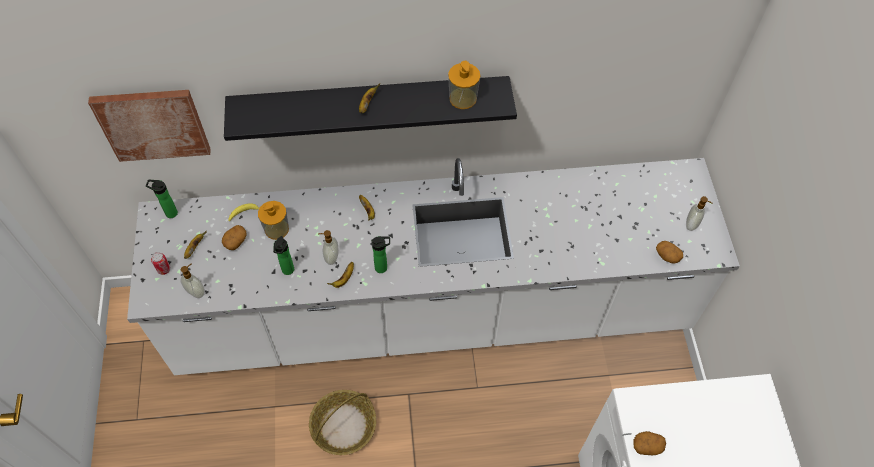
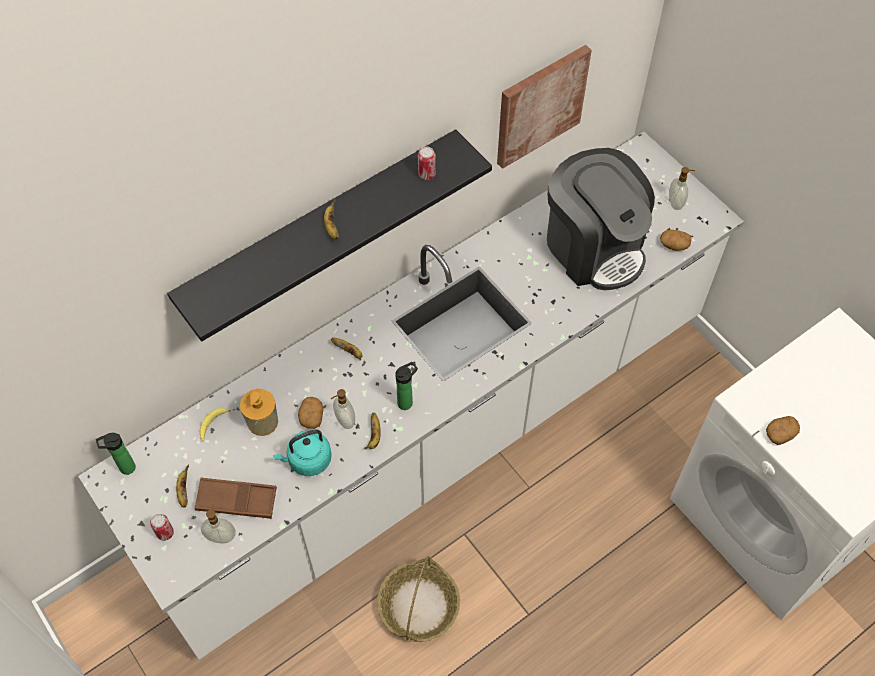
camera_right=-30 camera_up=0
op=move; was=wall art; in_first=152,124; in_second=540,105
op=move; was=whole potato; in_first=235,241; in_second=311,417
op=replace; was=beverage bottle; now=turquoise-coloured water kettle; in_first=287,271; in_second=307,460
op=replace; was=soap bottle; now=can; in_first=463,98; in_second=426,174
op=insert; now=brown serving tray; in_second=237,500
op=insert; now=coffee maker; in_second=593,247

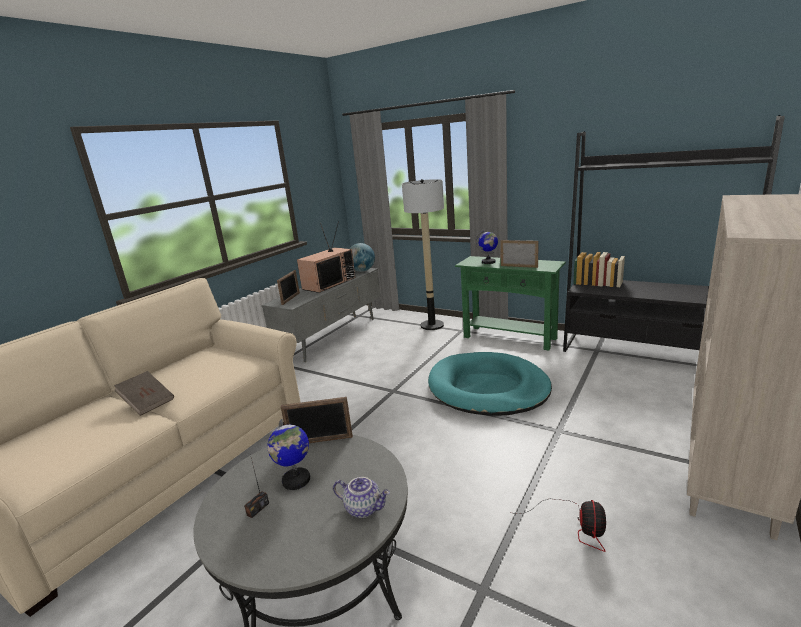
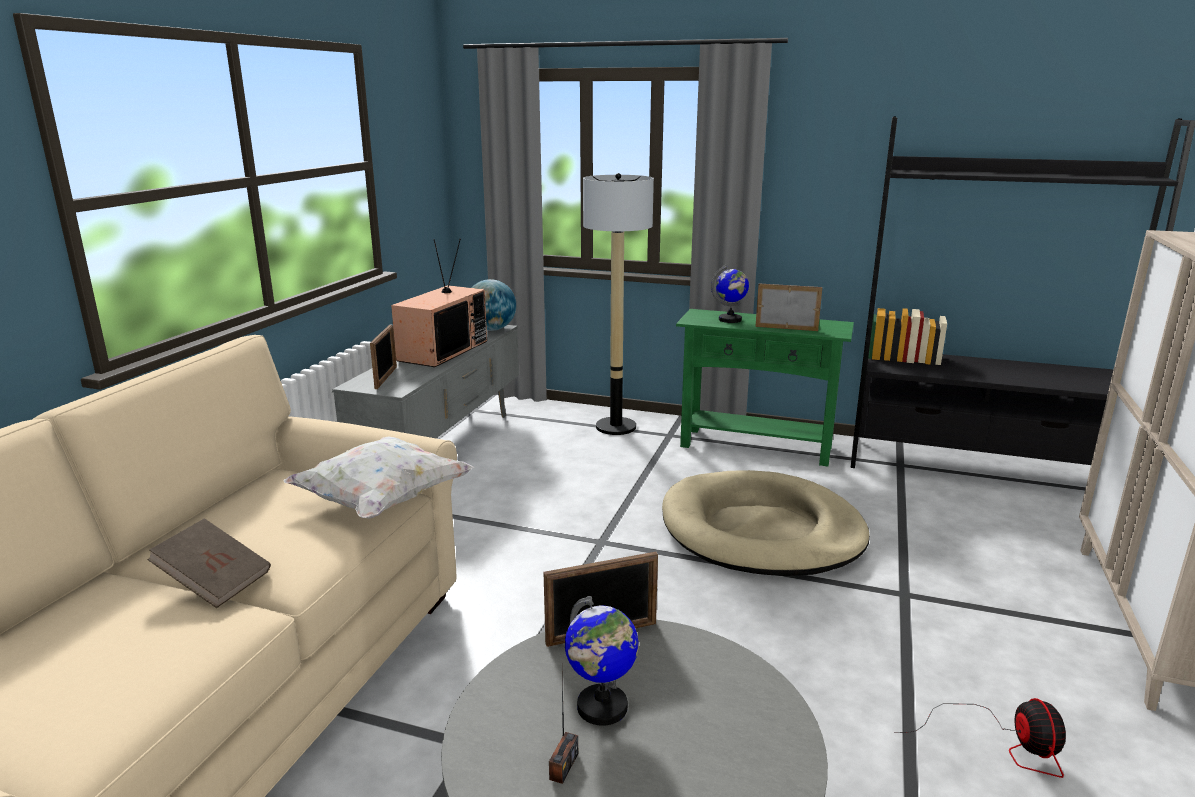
camera_right=-15 camera_up=0
op=delete; was=teapot; in_first=364,508
op=recolor; was=turquoise-coloured dog cushion; now=beige-coloured dog cushion; in_first=488,388; in_second=761,531
op=insert; now=white-coloured pillow; in_second=382,502

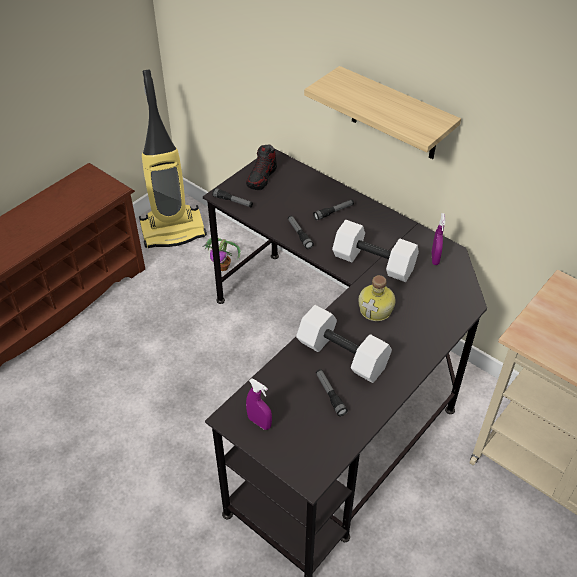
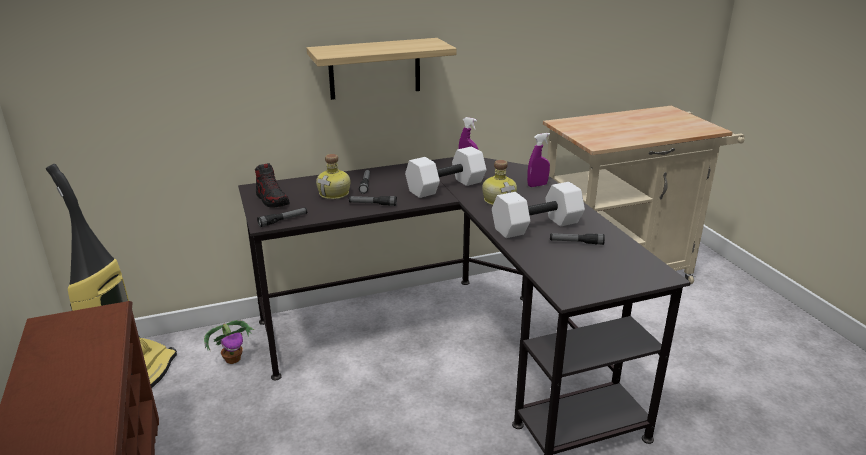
camera_right=-60 camera_up=-20
op=move; was=purple-coloured sprayer; in_first=259,422; in_second=537,185
op=insert; now=beverage bottle; in_second=335,194

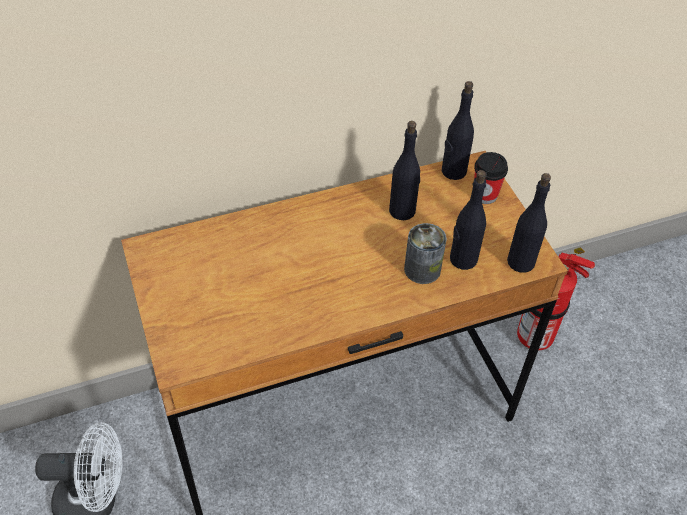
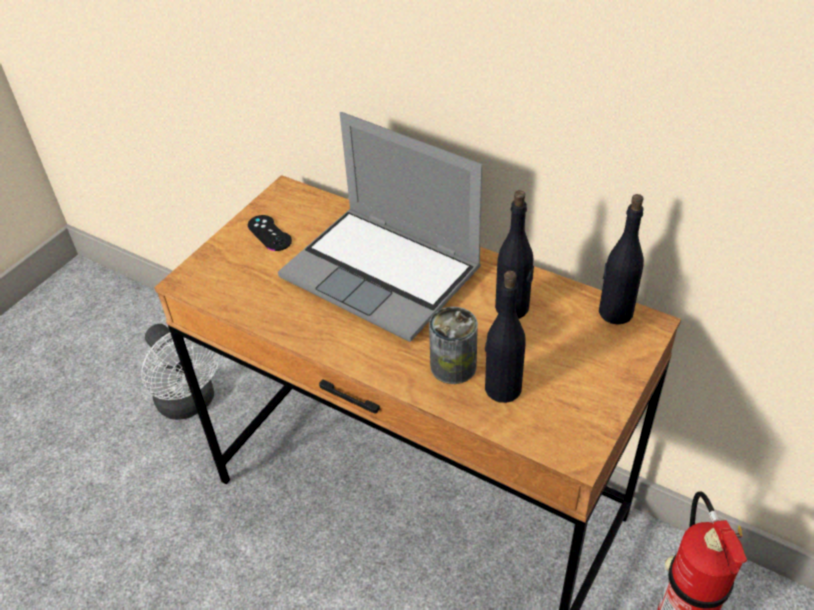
camera_right=55 camera_up=-5
op=delete; was=drinking cup; in_first=485,195
op=delete; was=blackish beverage bottle; in_first=521,261
op=insert; now=blackish joypad; in_second=269,233
op=insert; now=portable computer; in_second=384,274

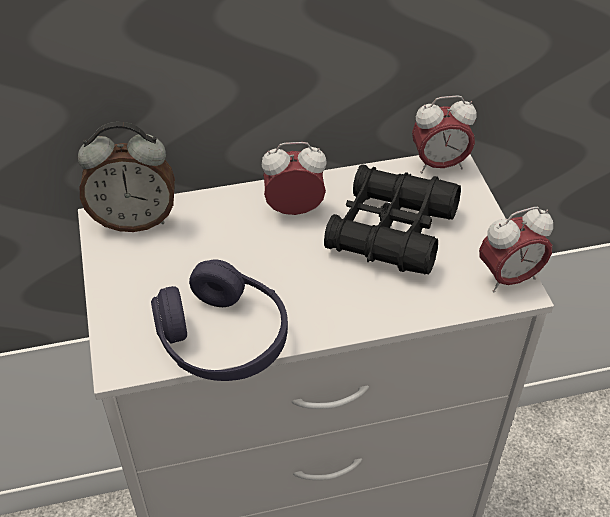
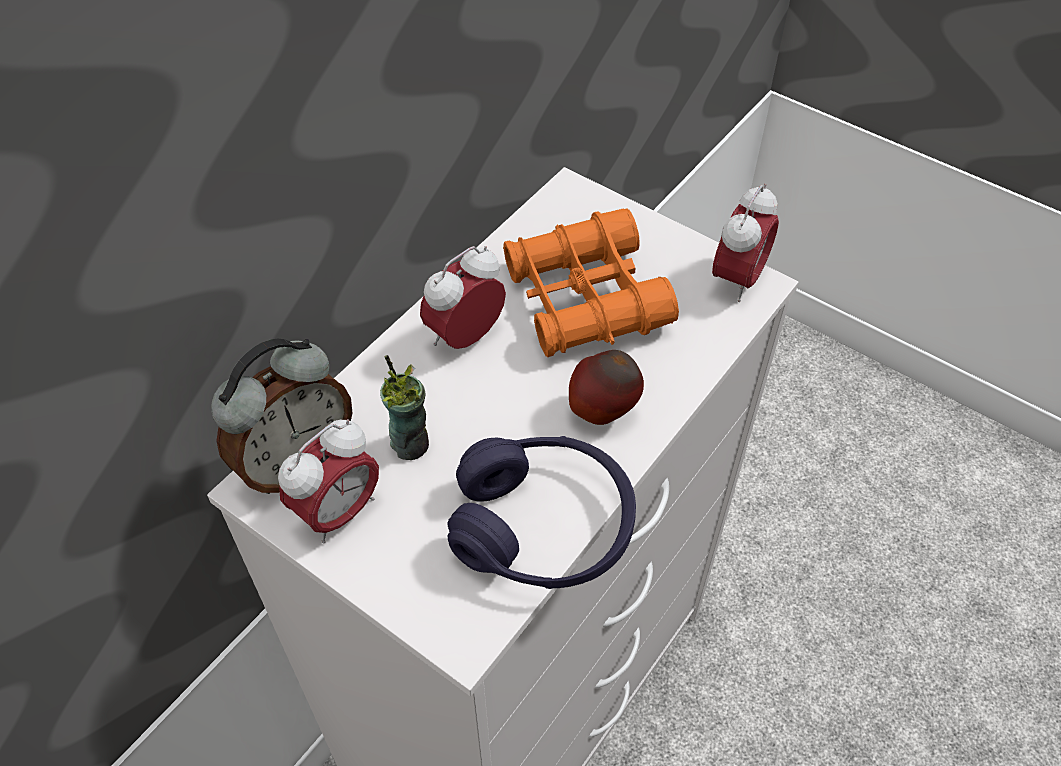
camera_right=-40 camera_up=5
op=recolor; was=blackish field glasses; now=orange-coloured field glasses; in_first=391,231; in_second=585,299
op=move; was=bedside clock; in_first=439,165; in_second=338,512
op=insert; now=drinking cup; in_second=410,443
op=insert; now=whole apple; in_second=603,412

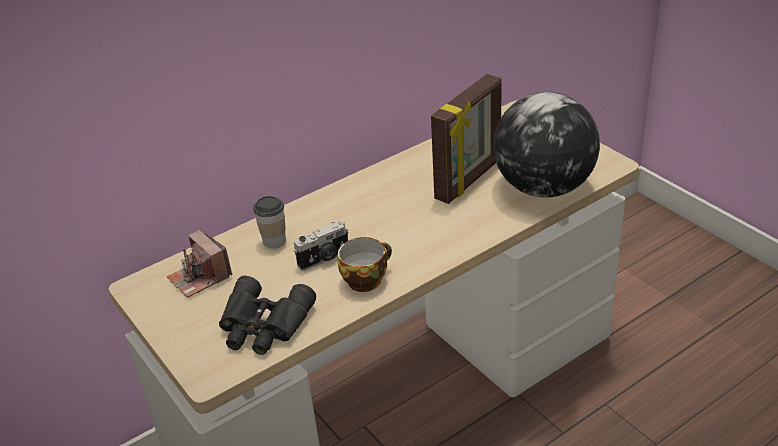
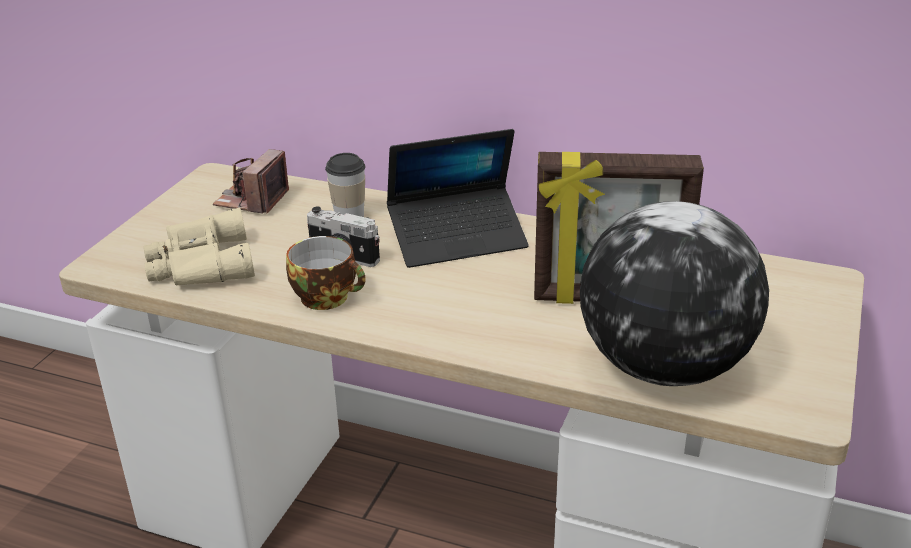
camera_right=55 camera_up=-5
op=recolor; was=blackish field glasses; now=beige-coloured field glasses; in_first=263,325; in_second=199,264
op=insert; now=portable computer; in_second=457,238

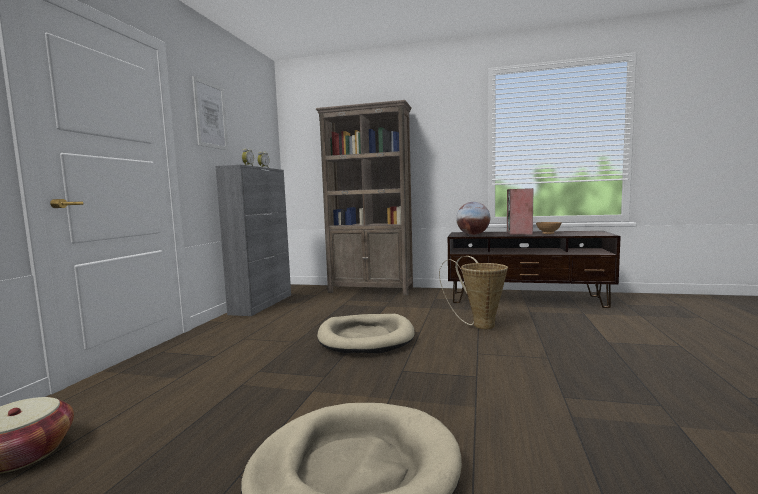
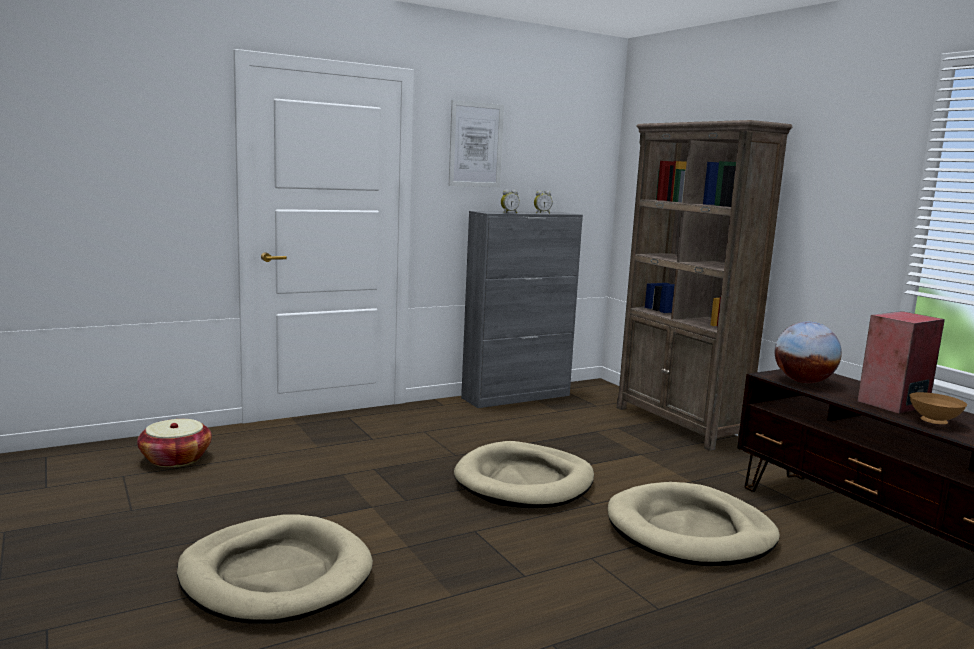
camera_right=45 camera_up=5
op=replace; was=storage basket; now=beige-coloured dog cushion; in_first=479,325; in_second=690,531

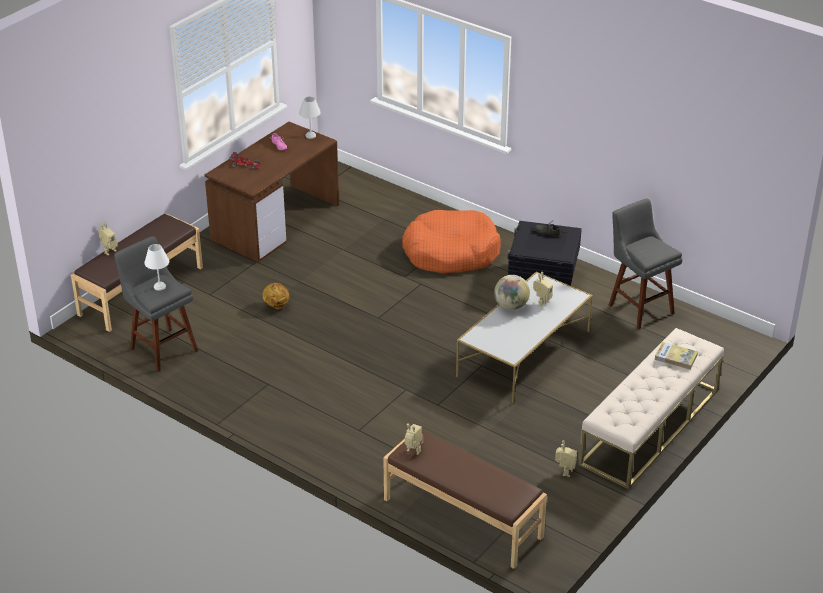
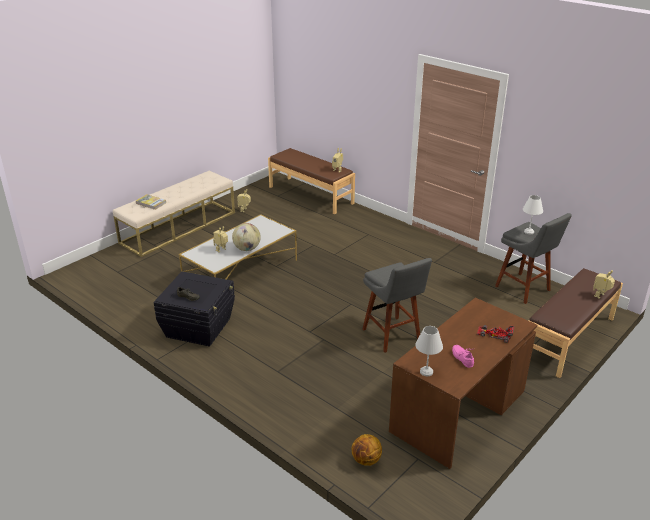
camera_right=-175 camera_up=-5
op=move; was=basketball ball; in_first=276,306; in_second=366,460
op=delete; was=orange-coloured dog cushion; in_first=450,252
op=move; was=grey sitting stool; in_first=639,307; in_second=393,336

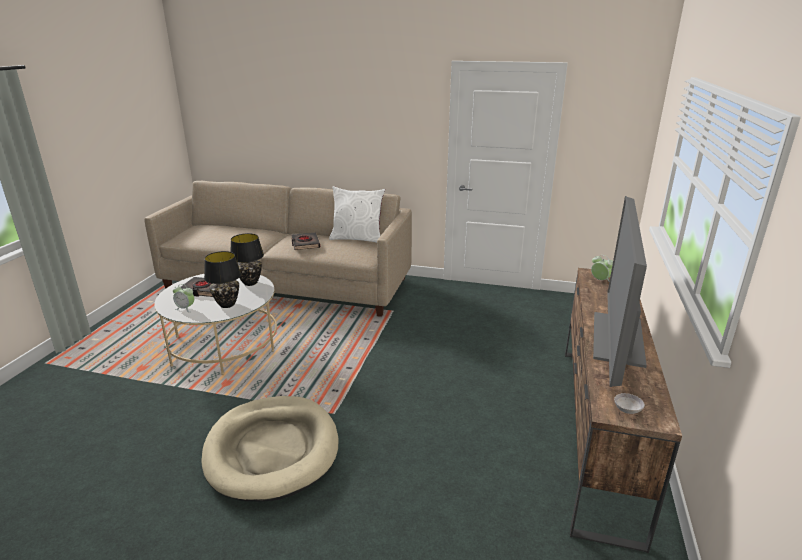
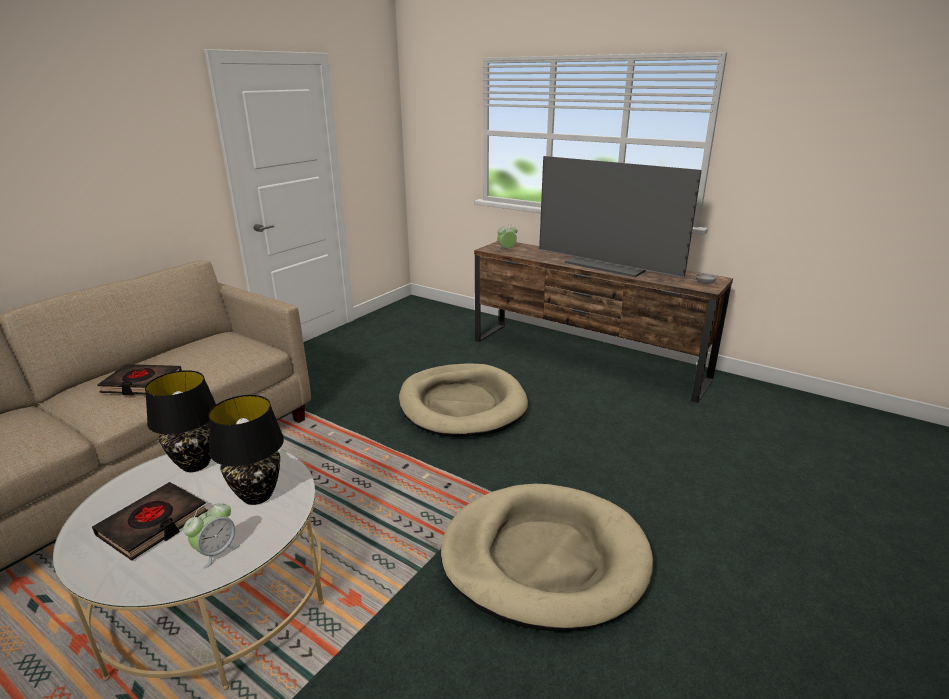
camera_right=-70 camera_up=0
op=delete; was=white-coloured pillow; in_first=357,238
op=insert; now=beige-coloured dog cushion; in_second=462,404

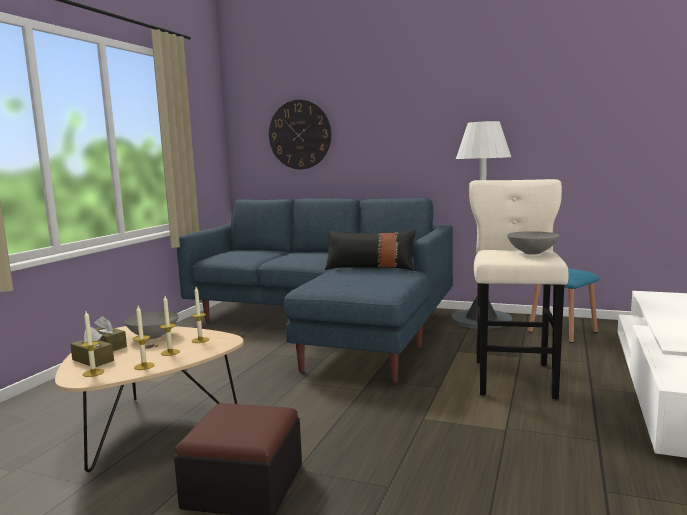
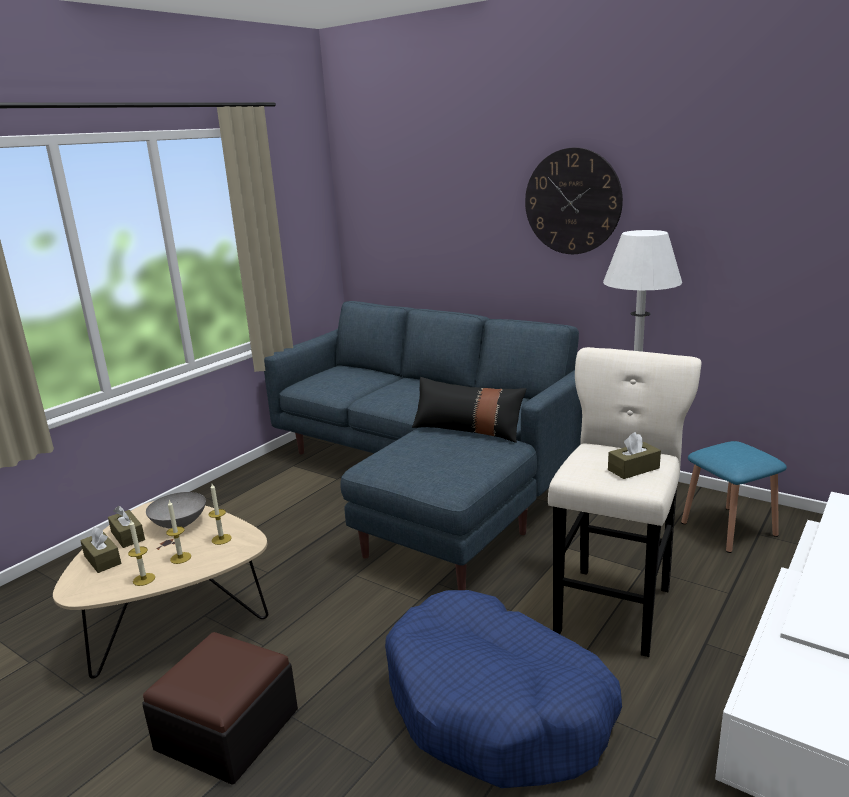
camera_right=15 camera_up=10
op=delete; was=wax light; in_first=93,373
op=move; was=clock on the wall; in_first=299,134; in_second=572,202
op=replace; was=grey bowl; now=brown box of tissues; in_first=532,253; in_second=633,469
op=insert; now=blue dog cushion; in_second=497,707

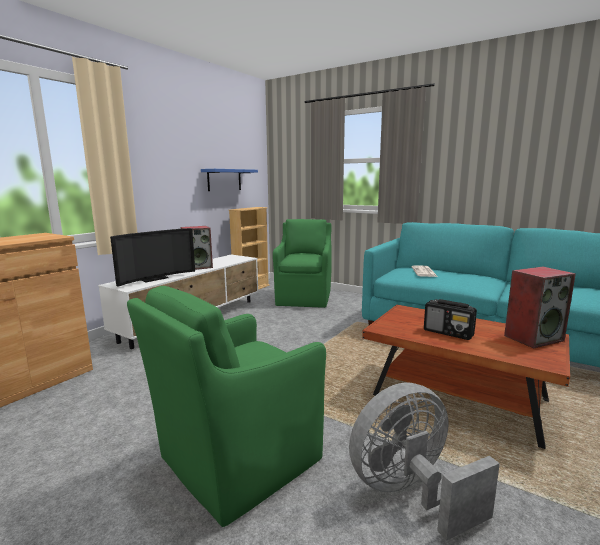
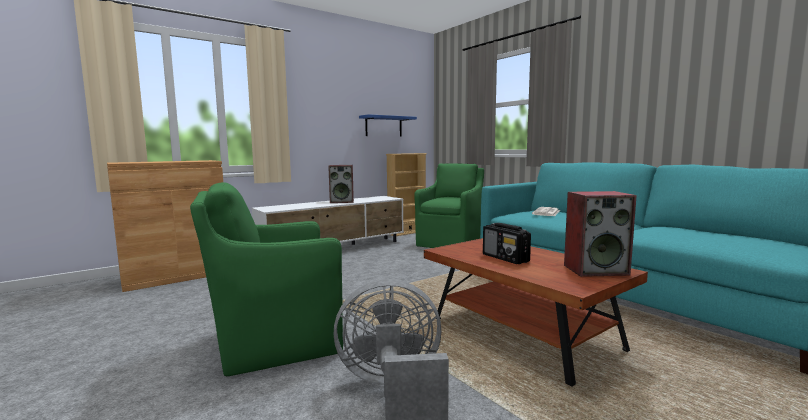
camera_right=20 camera_up=-5
op=delete; was=TV set; in_first=153,279

